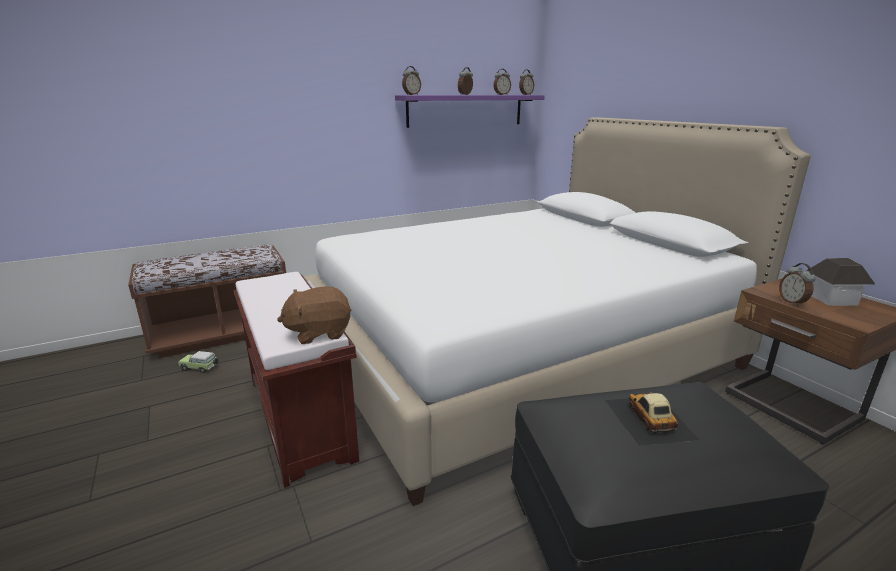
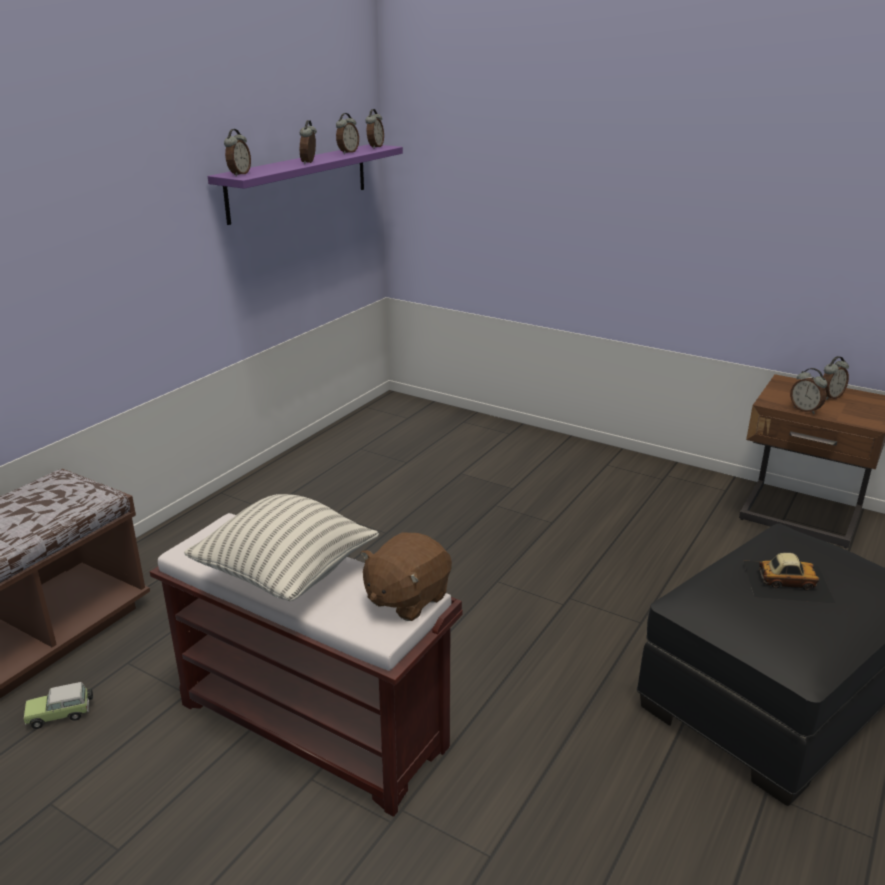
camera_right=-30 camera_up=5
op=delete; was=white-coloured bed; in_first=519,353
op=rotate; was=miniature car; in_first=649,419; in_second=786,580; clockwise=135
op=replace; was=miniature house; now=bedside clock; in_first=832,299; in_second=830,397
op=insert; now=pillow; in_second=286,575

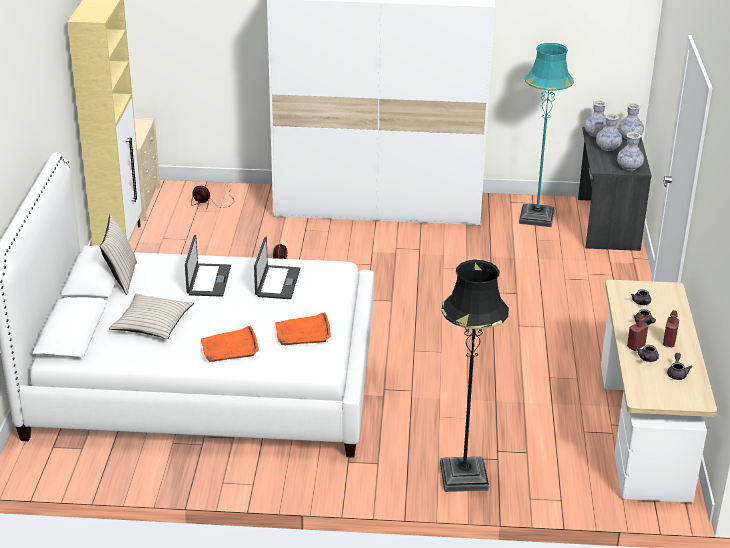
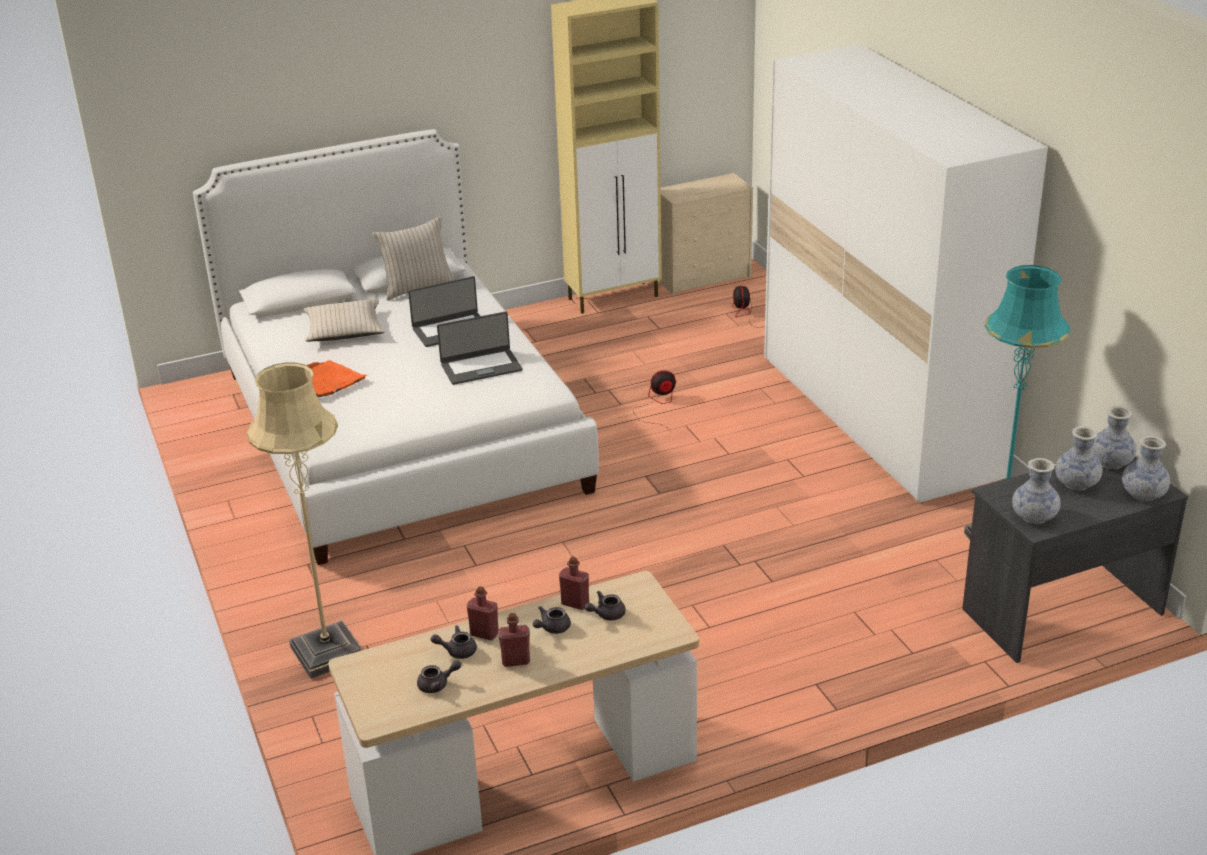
camera_right=65 camera_up=0
op=delete; was=orange-coloured serving tray; in_first=303,332
op=recolor; was=blackish standard lamp; now=beige-coloured standard lamp; in_first=463,476; in_second=327,652
op=insert; now=reddish beverage bottle; in_second=575,603

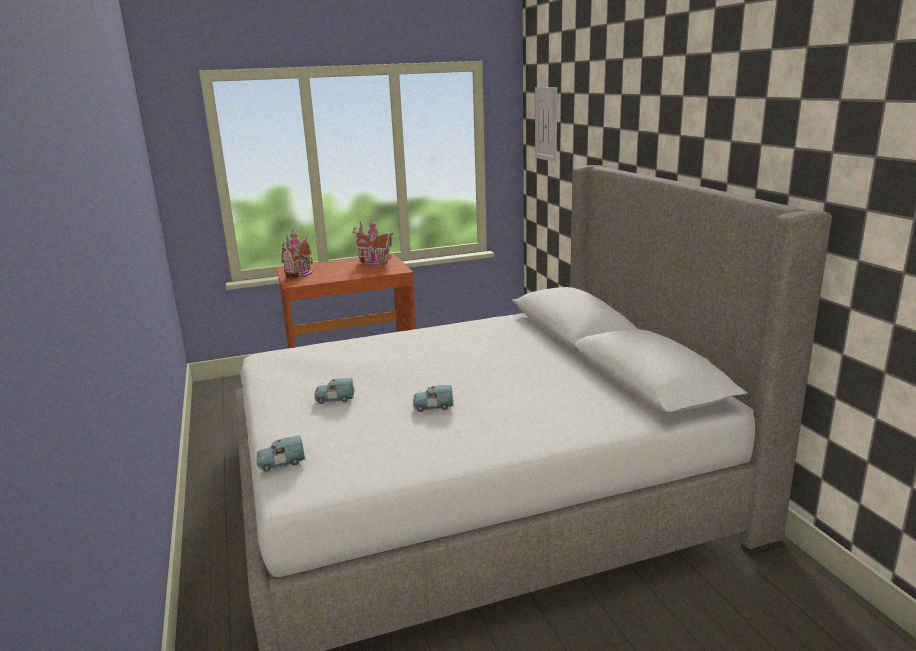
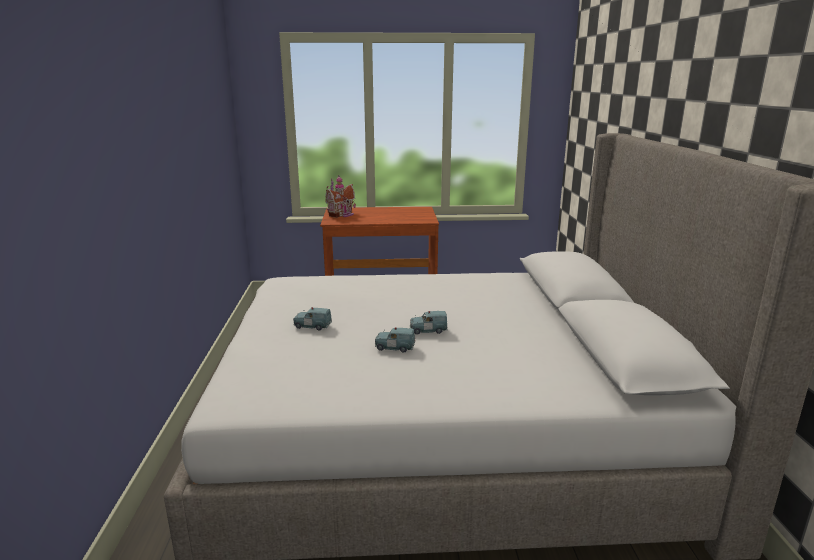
camera_right=15 camera_up=0
op=move; was=blue miniature car; in_first=281,463; in_second=428,330
op=delete; was=miniature house; in_first=374,262
op=delete; was=wall art; in_first=546,124

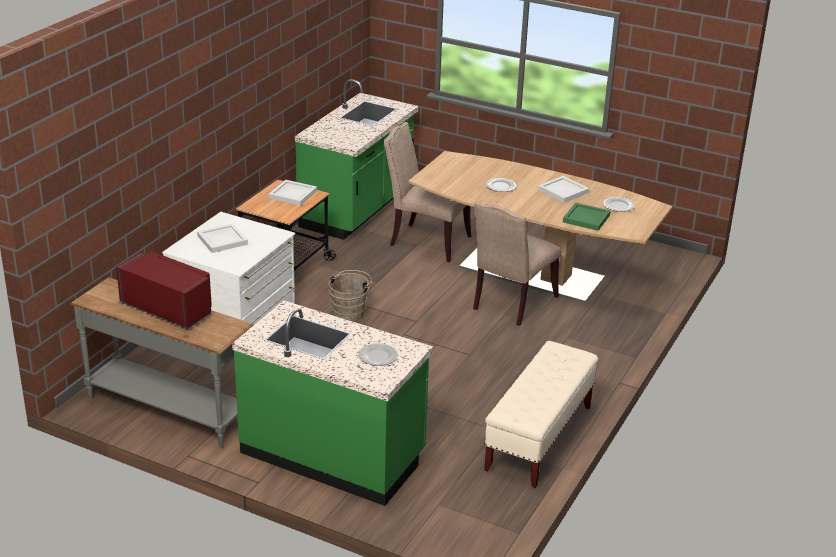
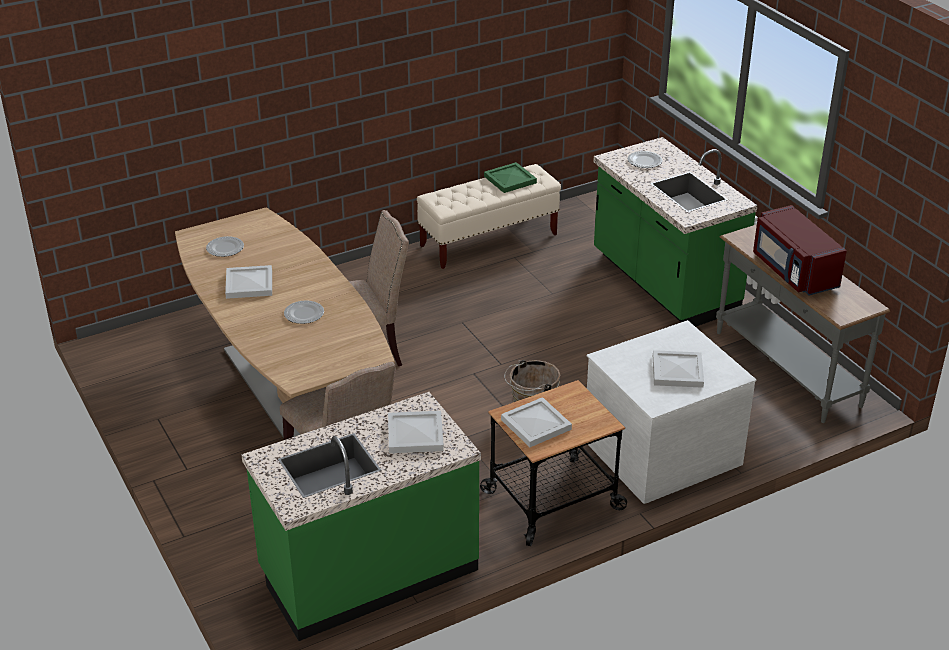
camera_right=-145 camera_up=5
op=move; was=greenish serving tray; in_first=586,218; in_second=510,180
op=insert; now=white-coloured serving tray; in_second=414,434

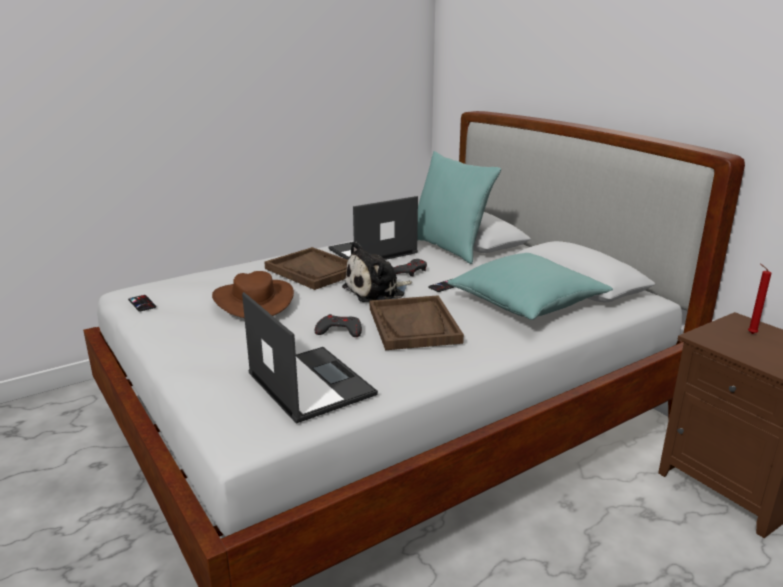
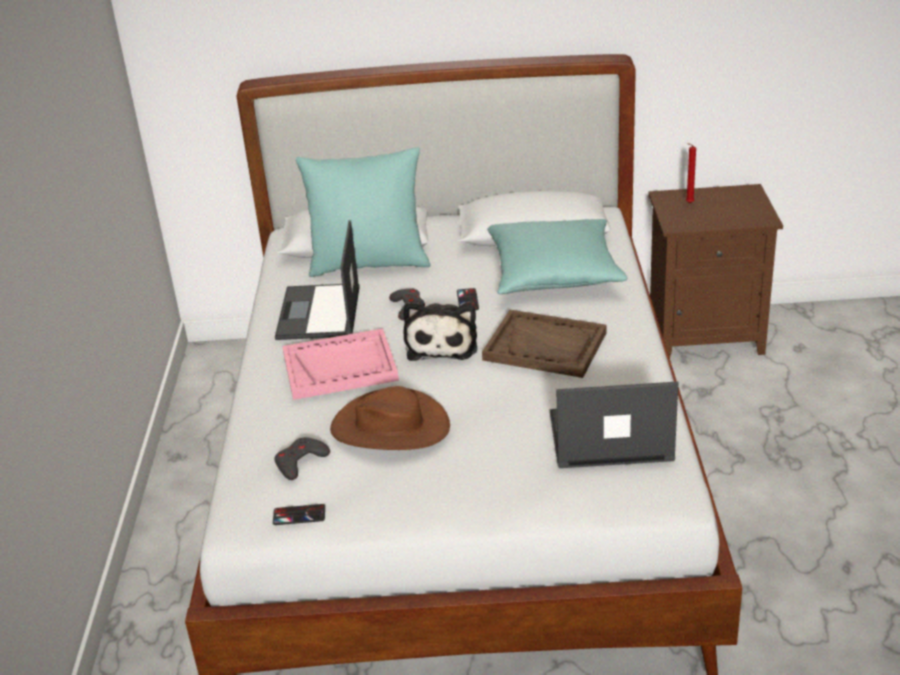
camera_right=-55 camera_up=10
op=recolor; was=brown serving tray; now=pink serving tray; in_first=314,270; in_second=340,367
op=move; was=grey joypad; in_first=339,331; in_second=300,462

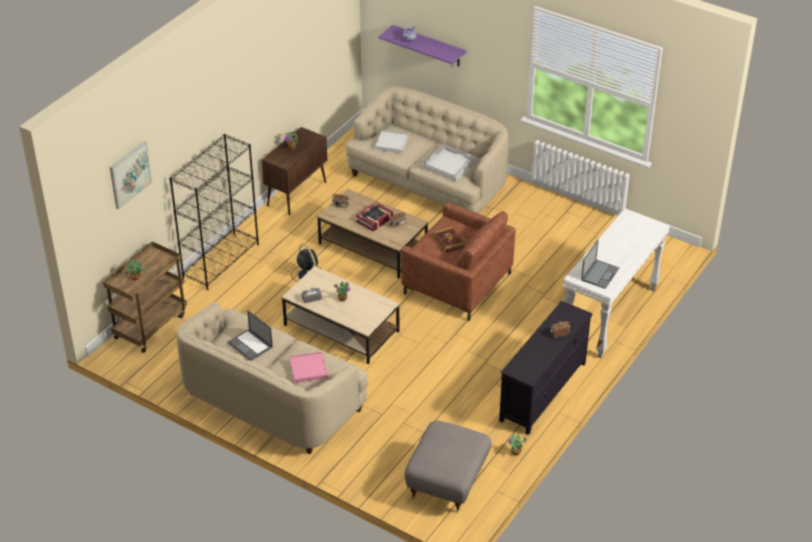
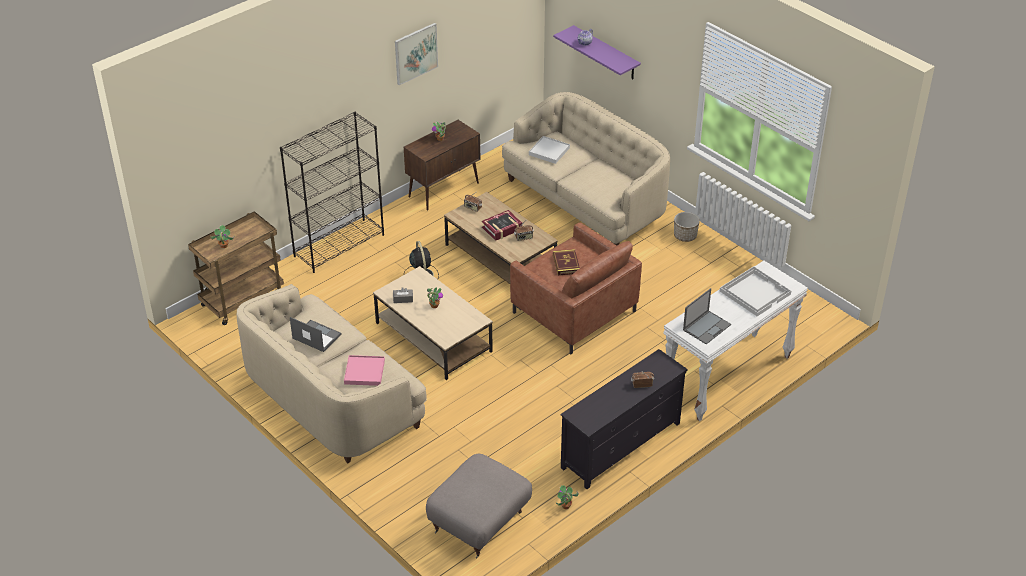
camera_right=15 camera_up=0
op=move; was=wall art; in_first=130,174; in_second=415,53
op=rotate; was=portable computer; in_first=250,345; in_second=316,336; clockwise=150
op=move; was=white-coloured serving tray; in_first=449,163; in_second=755,292
op=insert; now=flower pot; in_second=685,236

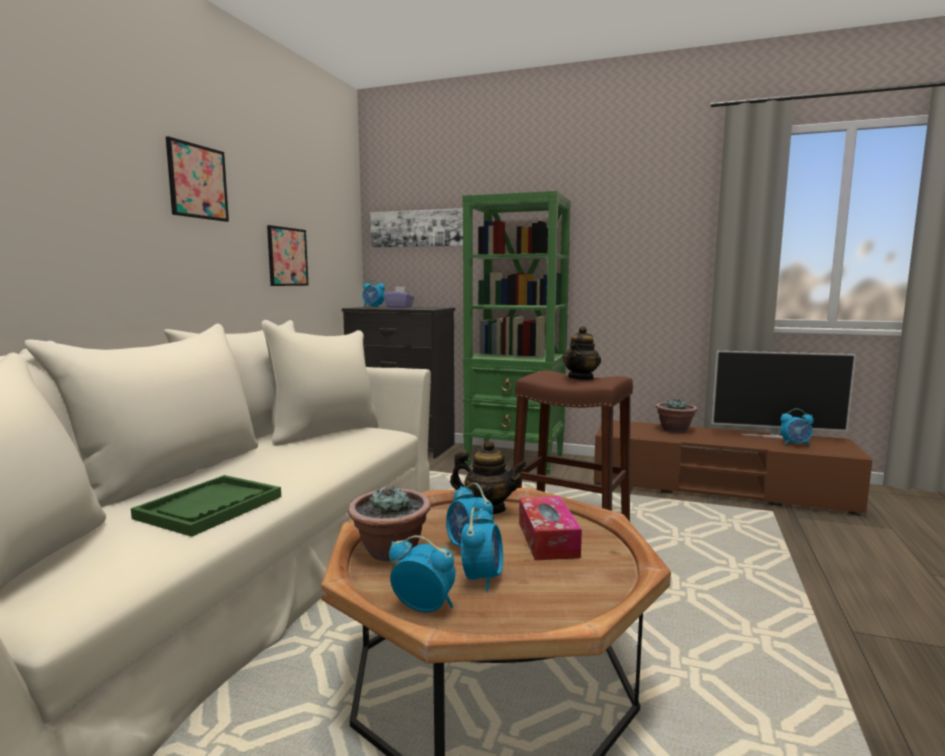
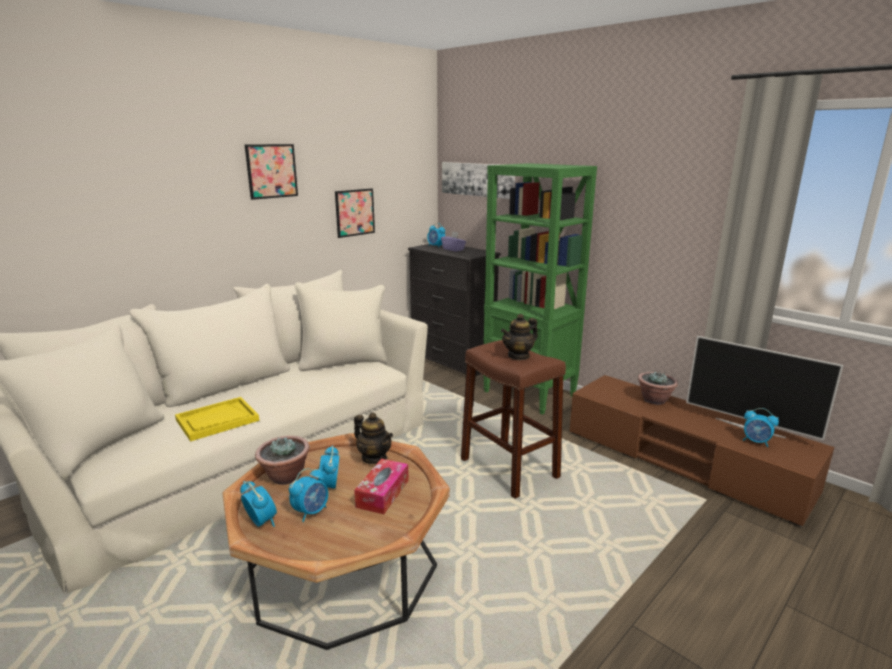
camera_right=25 camera_up=10
op=recolor; was=greenish serving tray; now=yellow serving tray; in_first=210,507; in_second=217,420

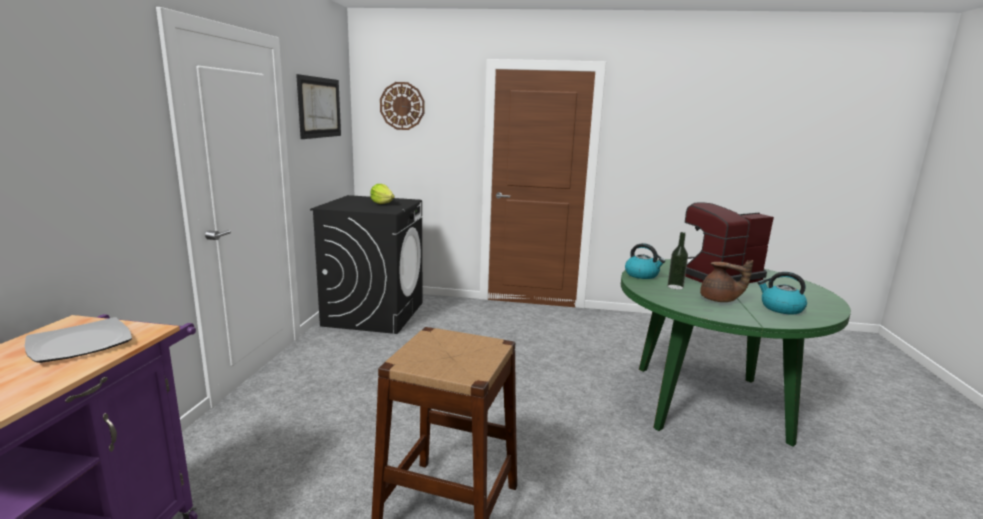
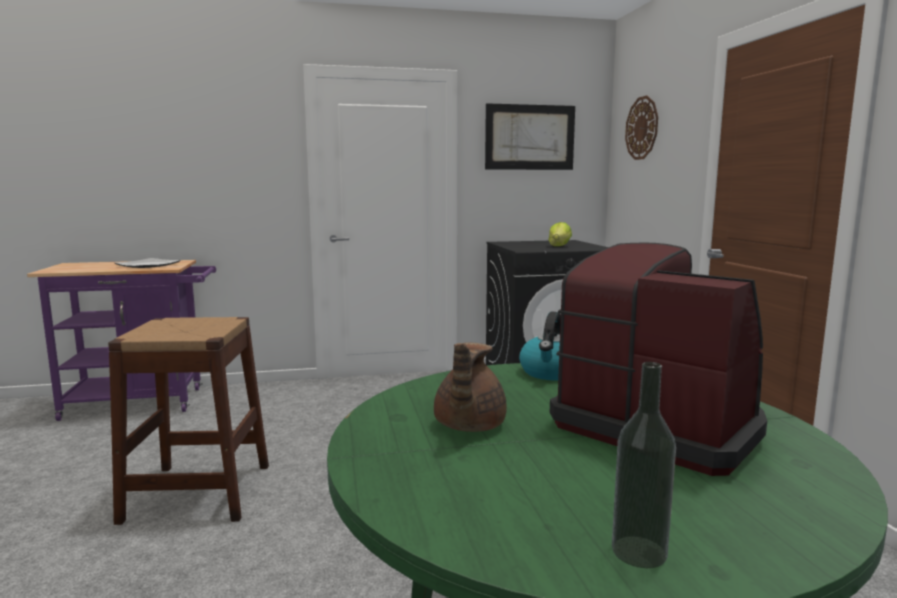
camera_right=70 camera_up=-5
op=move; was=beverage bottle; in_first=675,287; in_second=639,552
op=delete; was=water kettle; in_first=780,308

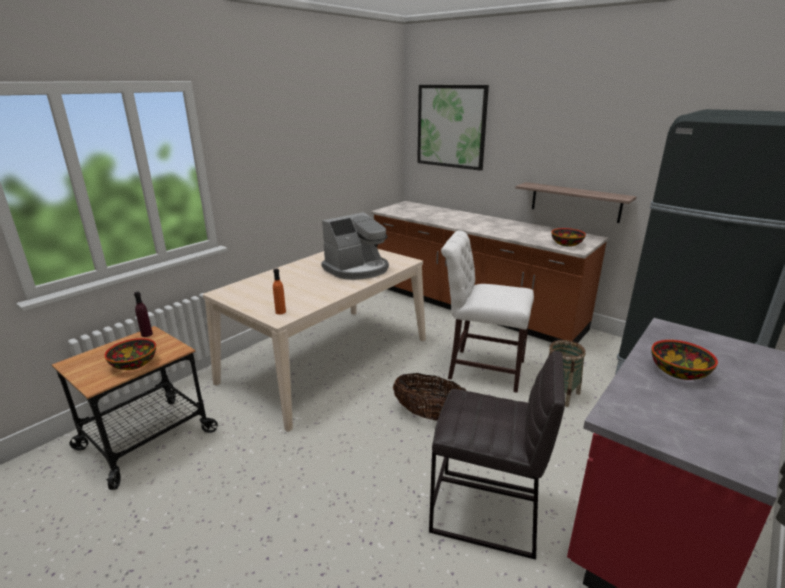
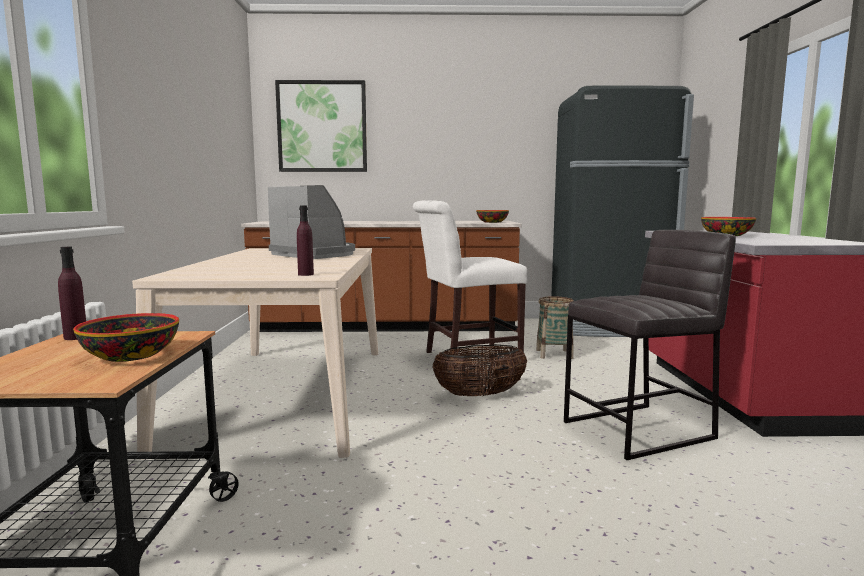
camera_right=-40 camera_up=-15
op=recolor; was=orange-coloured beverage bottle; now=purple-coloured beverage bottle; in_first=280,312; in_second=305,274
op=rotate; was=coffee maker; in_first=357,269; in_second=315,254; clockwise=-60
op=delete; was=bracket shelf; in_first=575,202

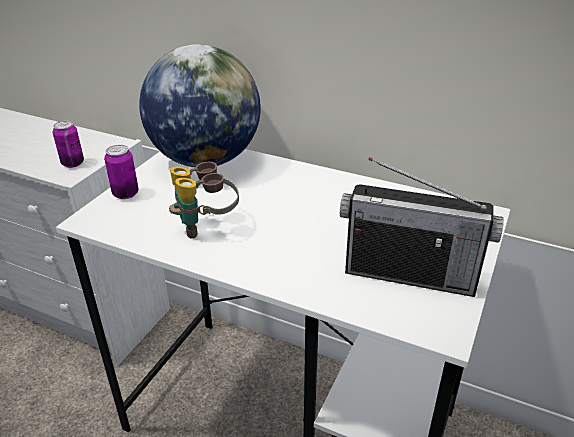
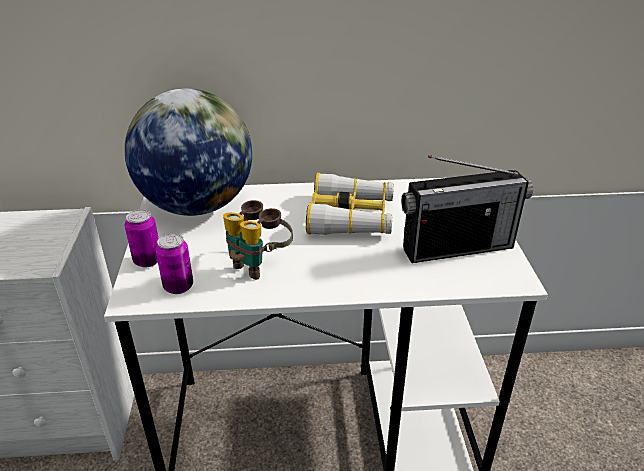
camera_right=-30 camera_up=0
op=move; was=can; in_first=73,163; in_second=178,287
op=insert; now=field glasses; in_second=351,217

